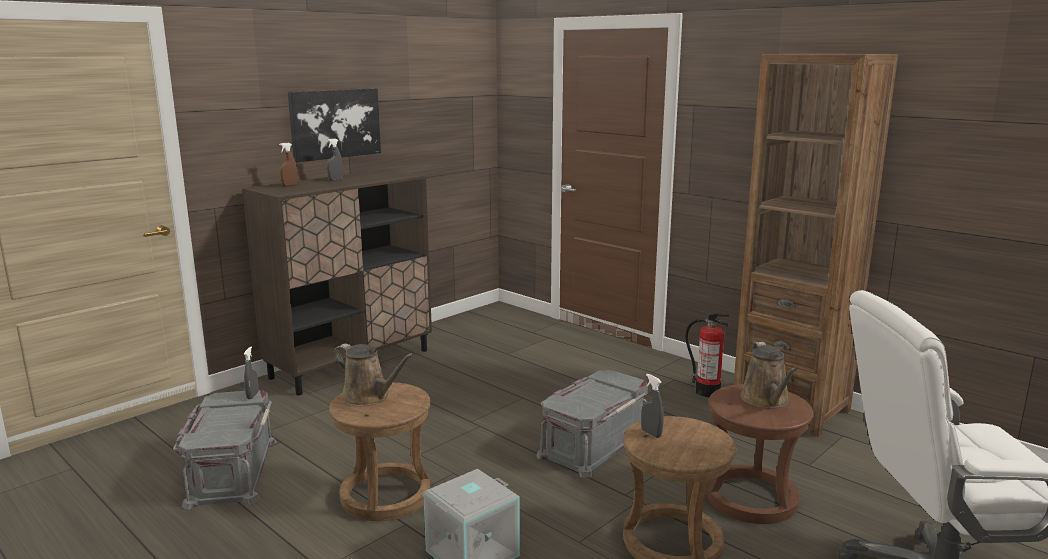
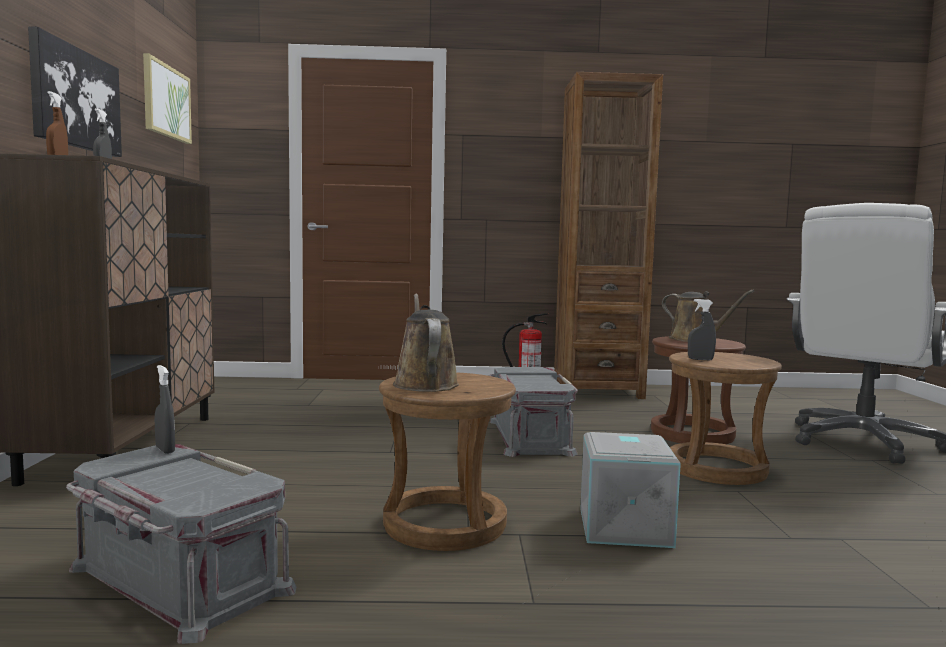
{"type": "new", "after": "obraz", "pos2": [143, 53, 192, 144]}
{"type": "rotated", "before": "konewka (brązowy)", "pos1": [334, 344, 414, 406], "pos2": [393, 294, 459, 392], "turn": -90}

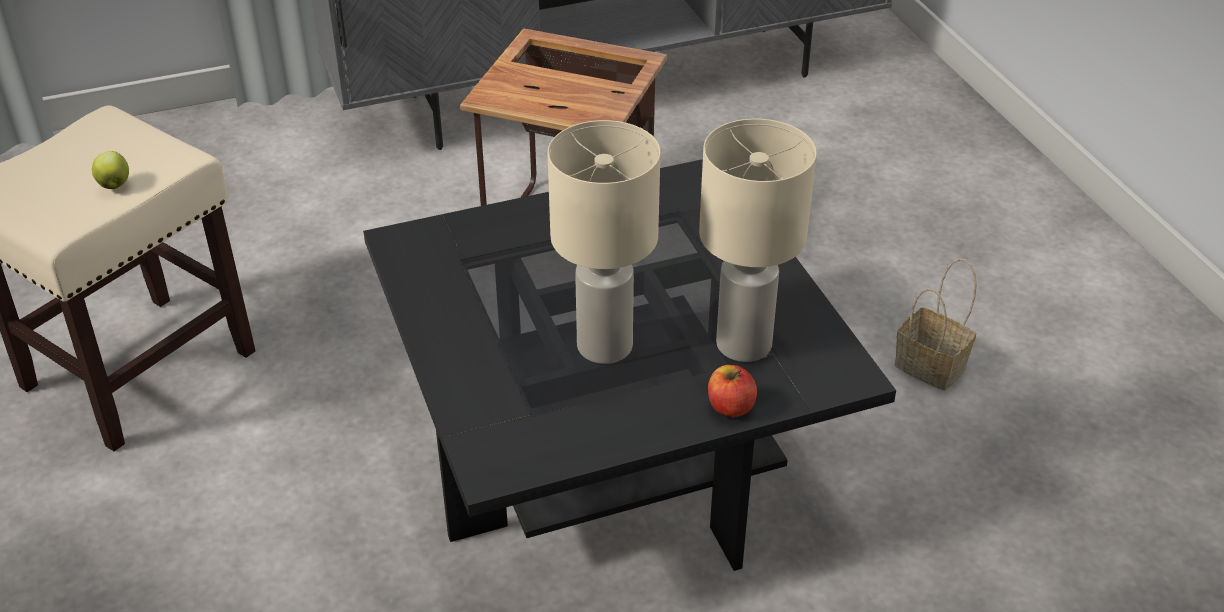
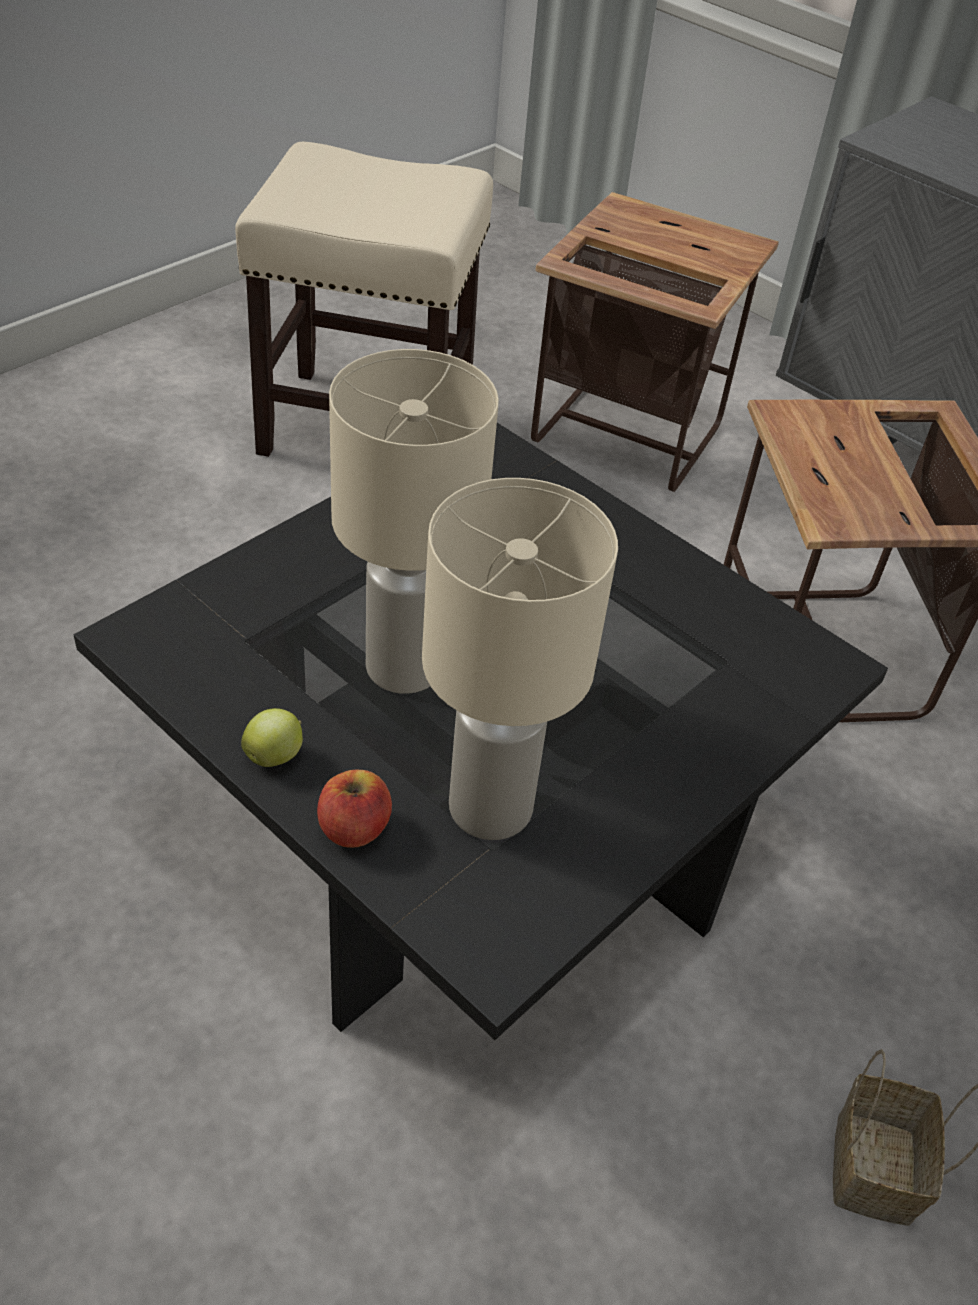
{"type": "shifted", "before": "jabłko", "pos1": [92, 151, 129, 189], "pos2": [241, 708, 303, 767]}
{"type": "new", "after": "stolik", "pos2": [531, 192, 779, 492]}

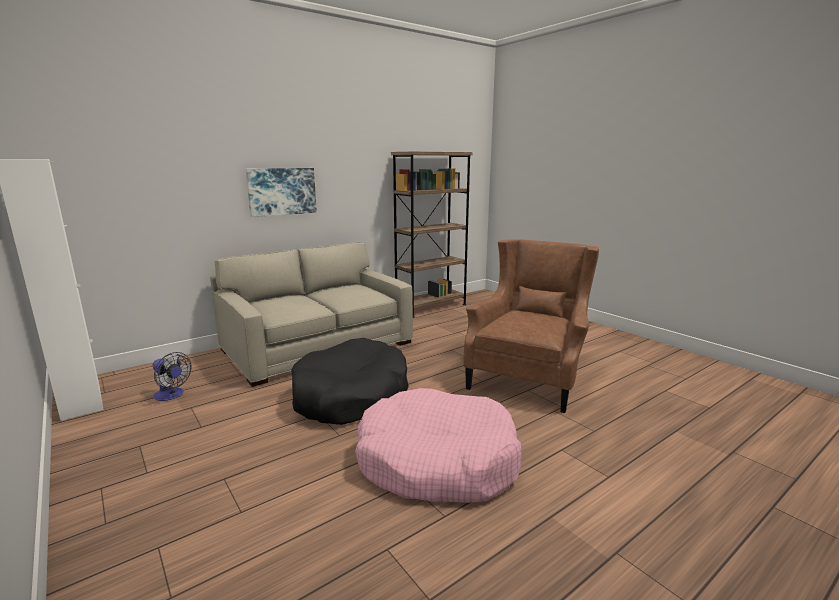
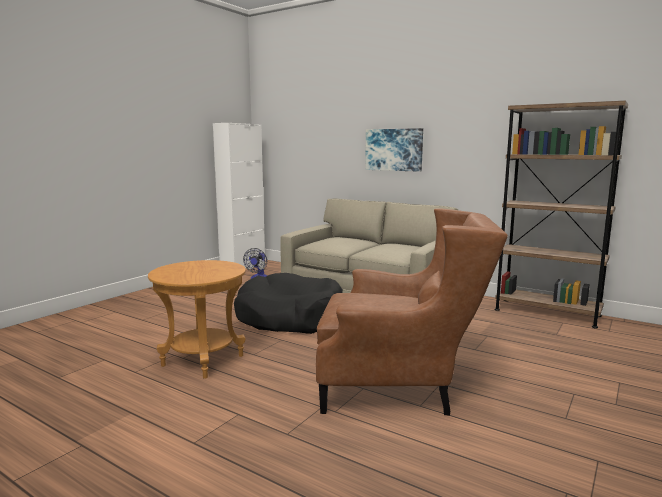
{"type": "swapped", "before": "legowisko (różowy)", "after": "stolik (brązowy)", "pos1": [355, 388, 522, 503], "pos2": [148, 260, 246, 379]}

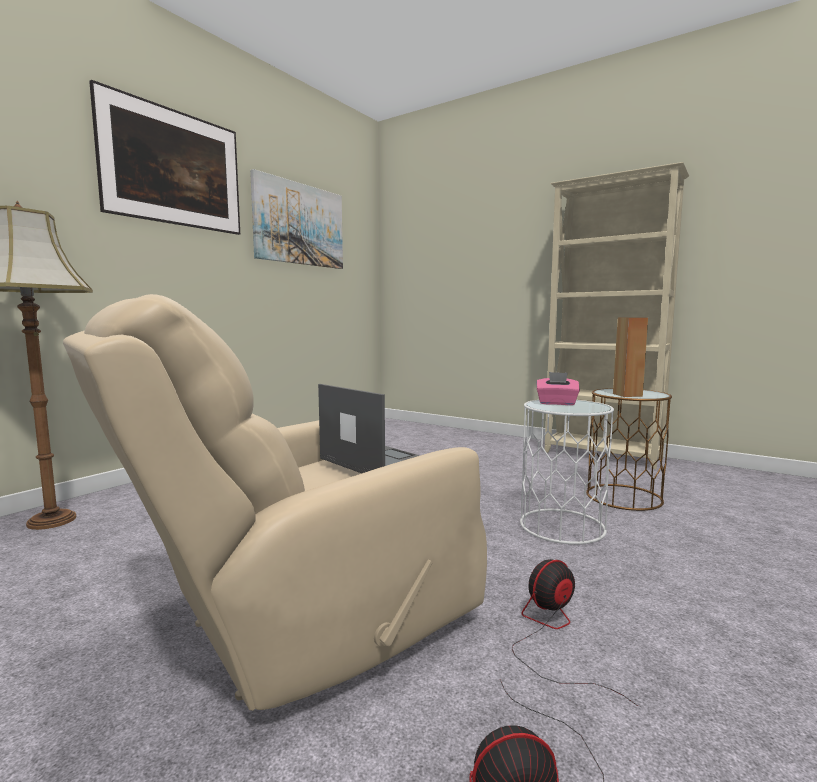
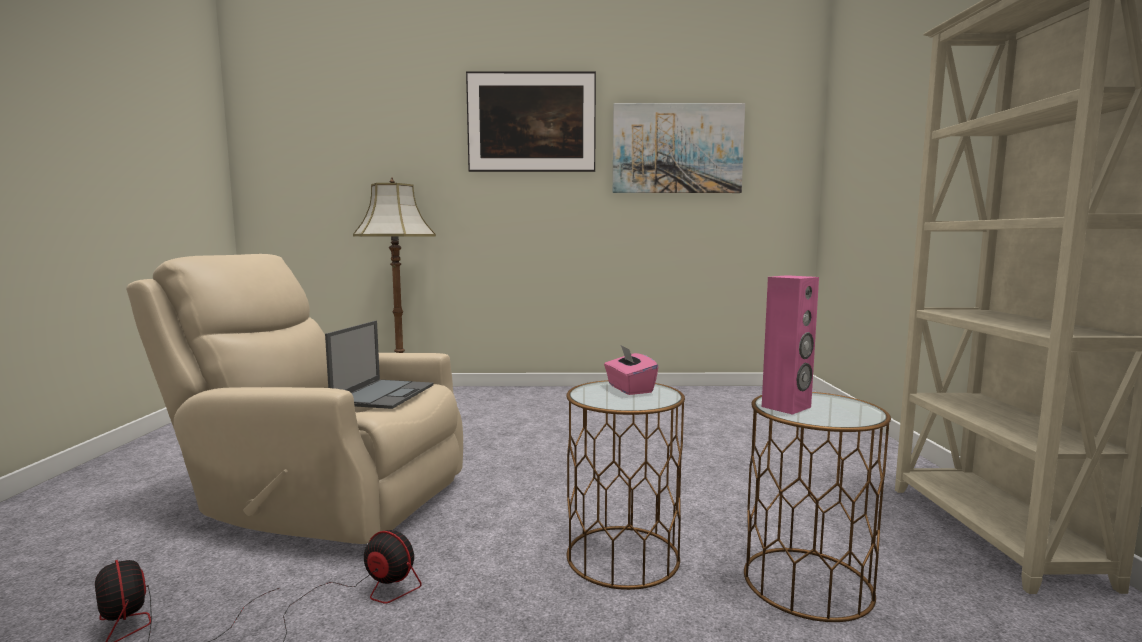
{"type": "repainted", "before": "stolik (biały)", "after": "stolik (brązowy)", "pos1": [520, 400, 614, 544], "pos2": [566, 380, 685, 590]}
{"type": "repainted", "before": "głośnik (brązowy)", "after": "głośnik (różowy)", "pos1": [613, 317, 648, 397], "pos2": [762, 275, 819, 415]}

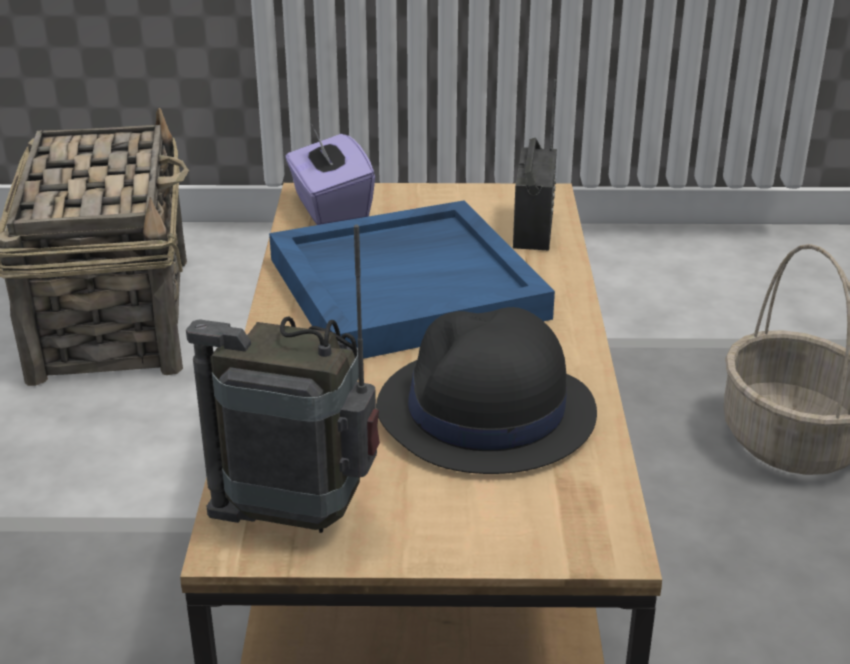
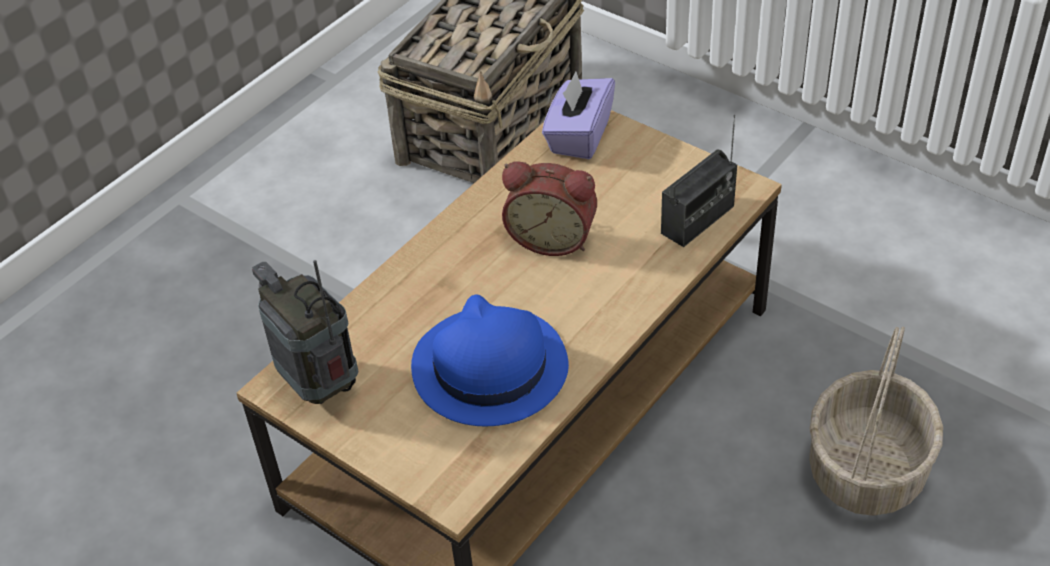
{"type": "repainted", "before": "kapelusz (czarny)", "after": "kapelusz (niebieski)", "pos1": [376, 307, 597, 474], "pos2": [411, 294, 569, 426]}
{"type": "swapped", "before": "taca (niebieski)", "after": "budzik", "pos1": [269, 200, 555, 359], "pos2": [502, 161, 597, 256]}

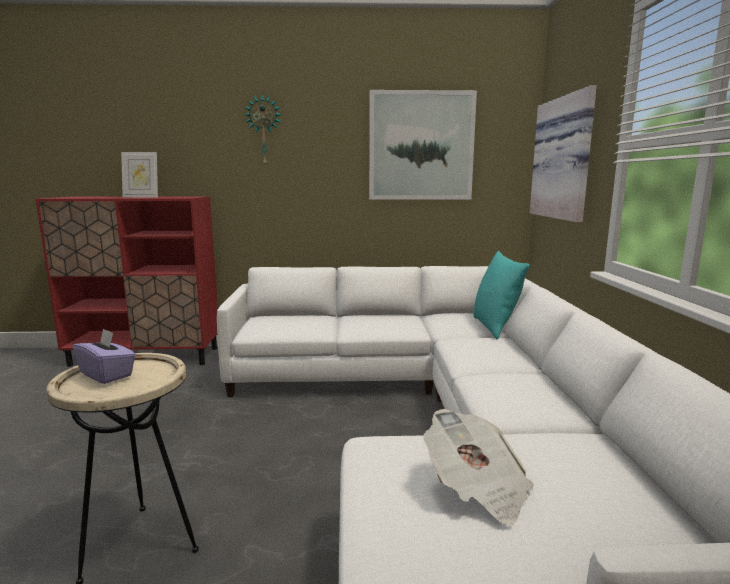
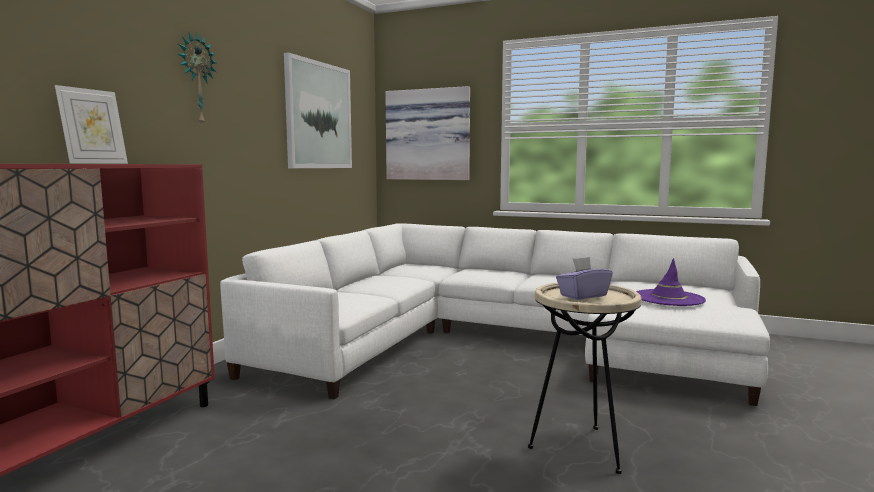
{"type": "swapped", "before": "gazeta", "after": "kapelusz (fioletowy)", "pos1": [423, 409, 534, 525], "pos2": [636, 258, 706, 306]}
{"type": "gone", "before": "poduszka (turkusowy)", "pos1": [474, 251, 530, 340]}

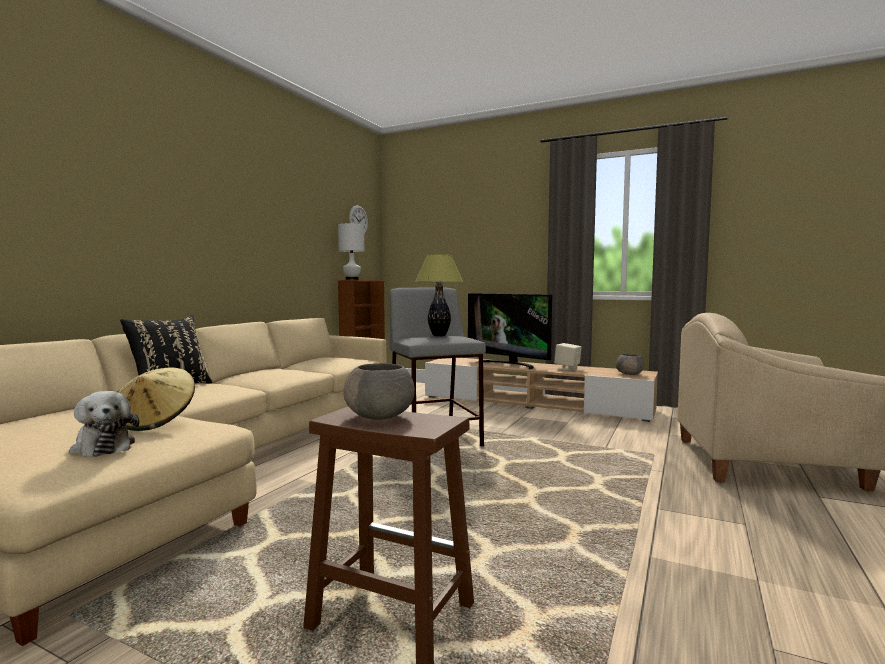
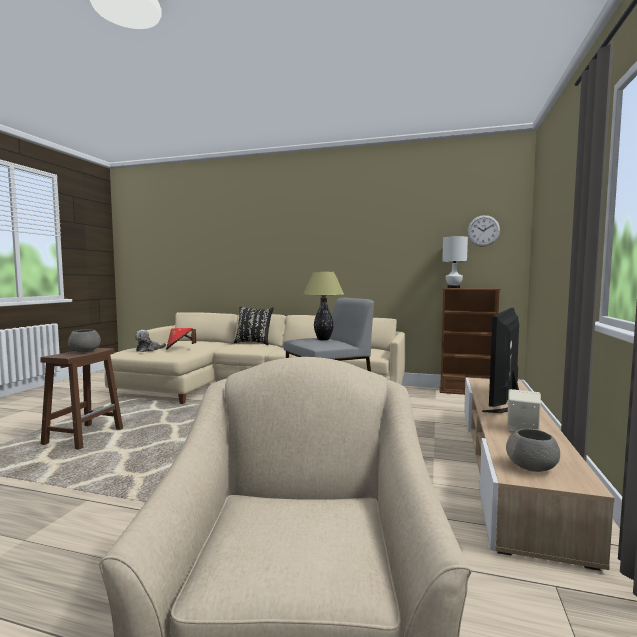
{"type": "repainted", "before": "kapelusz (beżowy)", "after": "kapelusz (czerwony)", "pos1": [117, 367, 195, 431], "pos2": [166, 328, 196, 350]}

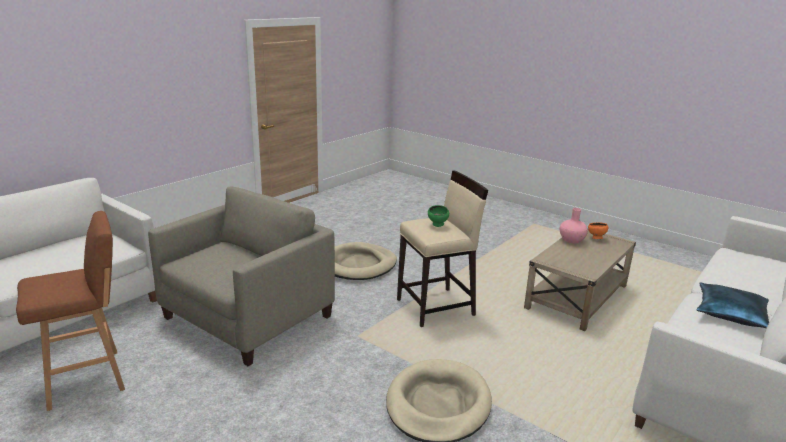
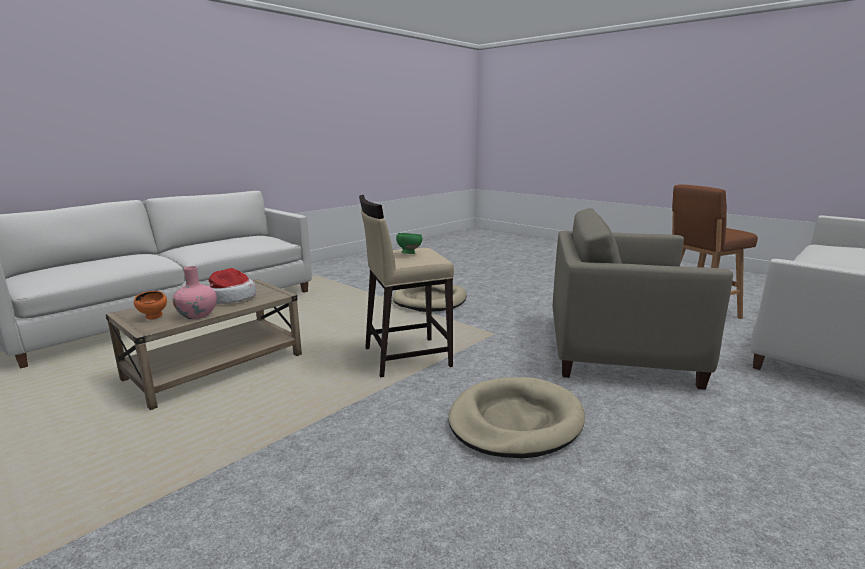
{"type": "new", "after": "kapelusz", "pos2": [207, 268, 256, 304]}
{"type": "rotated", "before": "fotel (beżowy)", "pos1": [148, 187, 335, 366], "pos2": [553, 208, 733, 390], "turn": 60}
{"type": "gone", "before": "poduszka (niebieski)", "pos1": [697, 282, 769, 328]}

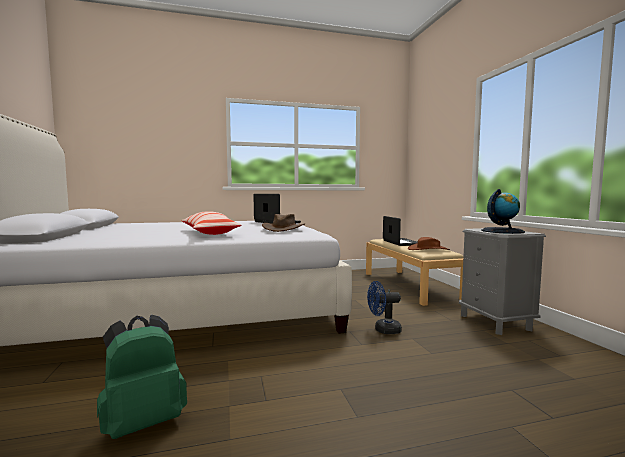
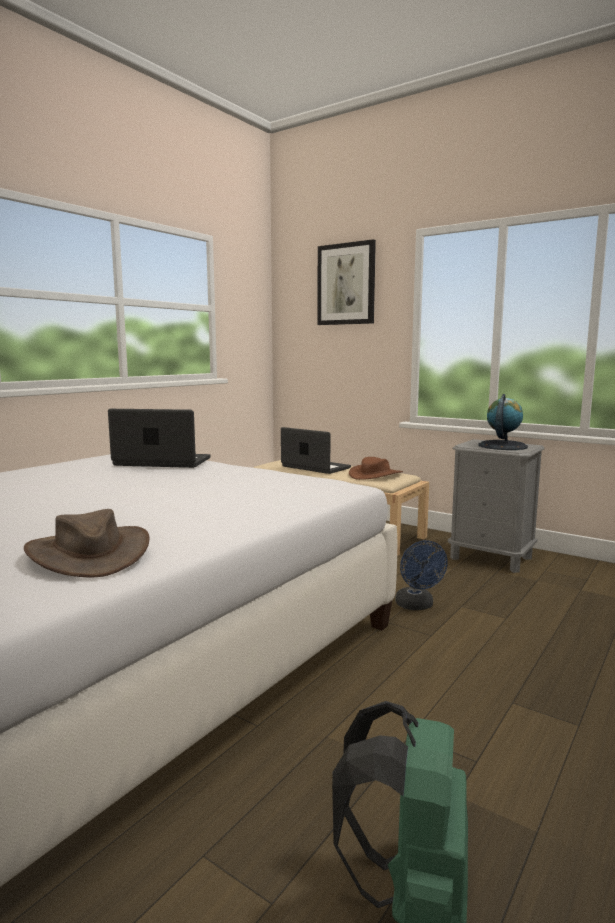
{"type": "shifted", "before": "kapelusz (brązowy)", "pos1": [262, 214, 305, 232], "pos2": [24, 509, 149, 577]}
{"type": "new", "after": "obraz", "pos2": [317, 239, 376, 325]}
{"type": "rotated", "before": "wentylator (niebieski)", "pos1": [367, 281, 402, 334], "pos2": [396, 540, 448, 610], "turn": -60}
{"type": "gone", "before": "poduszka", "pos1": [182, 211, 242, 235]}

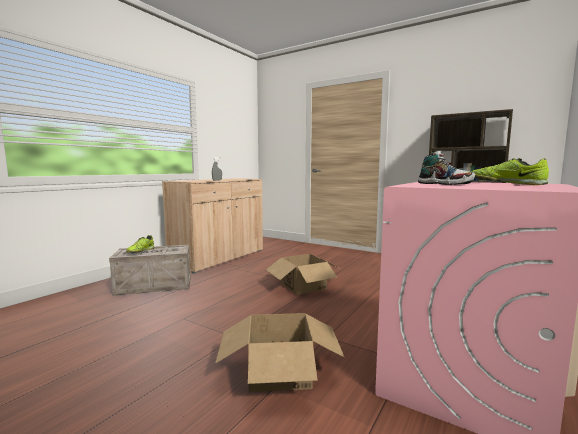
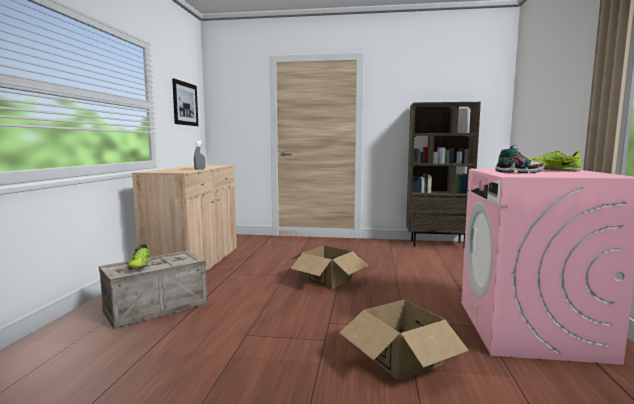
{"type": "new", "after": "obraz", "pos2": [172, 78, 198, 126]}

